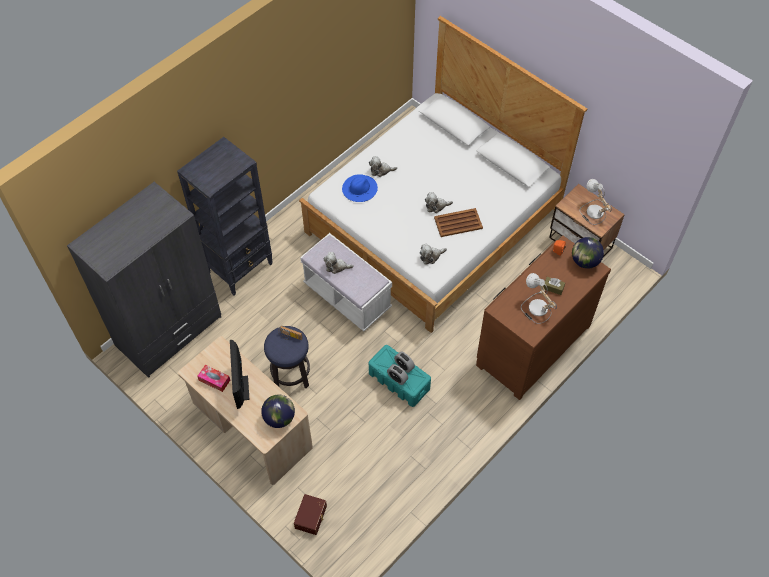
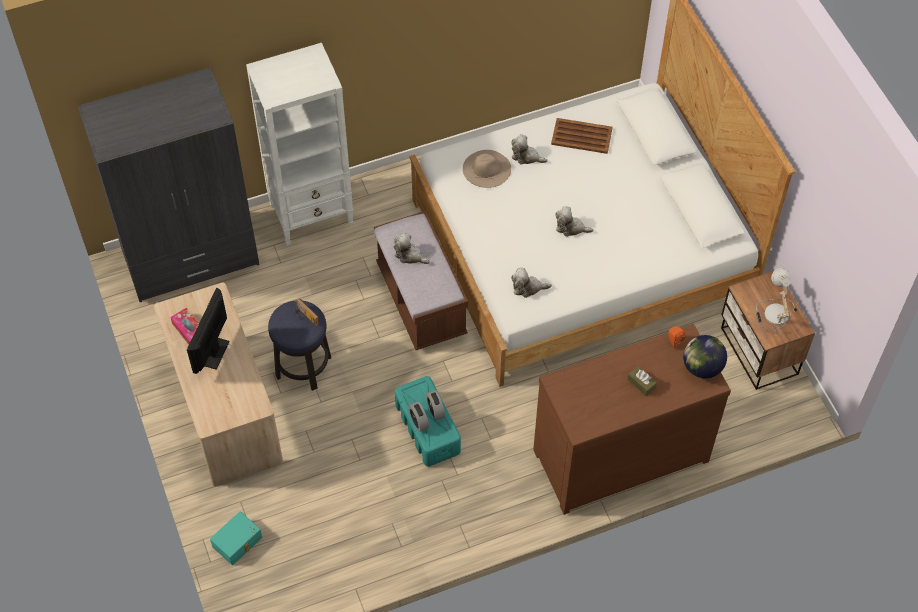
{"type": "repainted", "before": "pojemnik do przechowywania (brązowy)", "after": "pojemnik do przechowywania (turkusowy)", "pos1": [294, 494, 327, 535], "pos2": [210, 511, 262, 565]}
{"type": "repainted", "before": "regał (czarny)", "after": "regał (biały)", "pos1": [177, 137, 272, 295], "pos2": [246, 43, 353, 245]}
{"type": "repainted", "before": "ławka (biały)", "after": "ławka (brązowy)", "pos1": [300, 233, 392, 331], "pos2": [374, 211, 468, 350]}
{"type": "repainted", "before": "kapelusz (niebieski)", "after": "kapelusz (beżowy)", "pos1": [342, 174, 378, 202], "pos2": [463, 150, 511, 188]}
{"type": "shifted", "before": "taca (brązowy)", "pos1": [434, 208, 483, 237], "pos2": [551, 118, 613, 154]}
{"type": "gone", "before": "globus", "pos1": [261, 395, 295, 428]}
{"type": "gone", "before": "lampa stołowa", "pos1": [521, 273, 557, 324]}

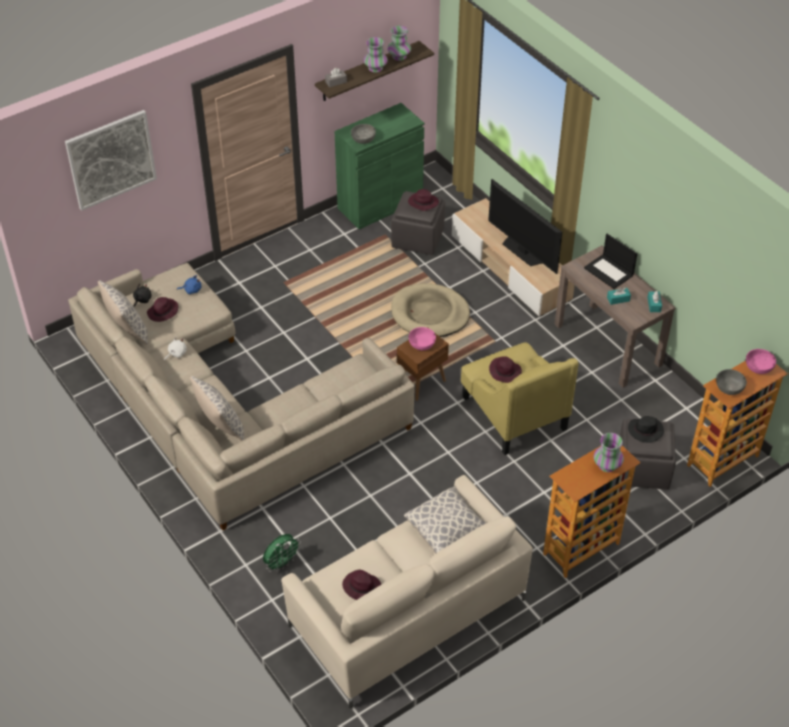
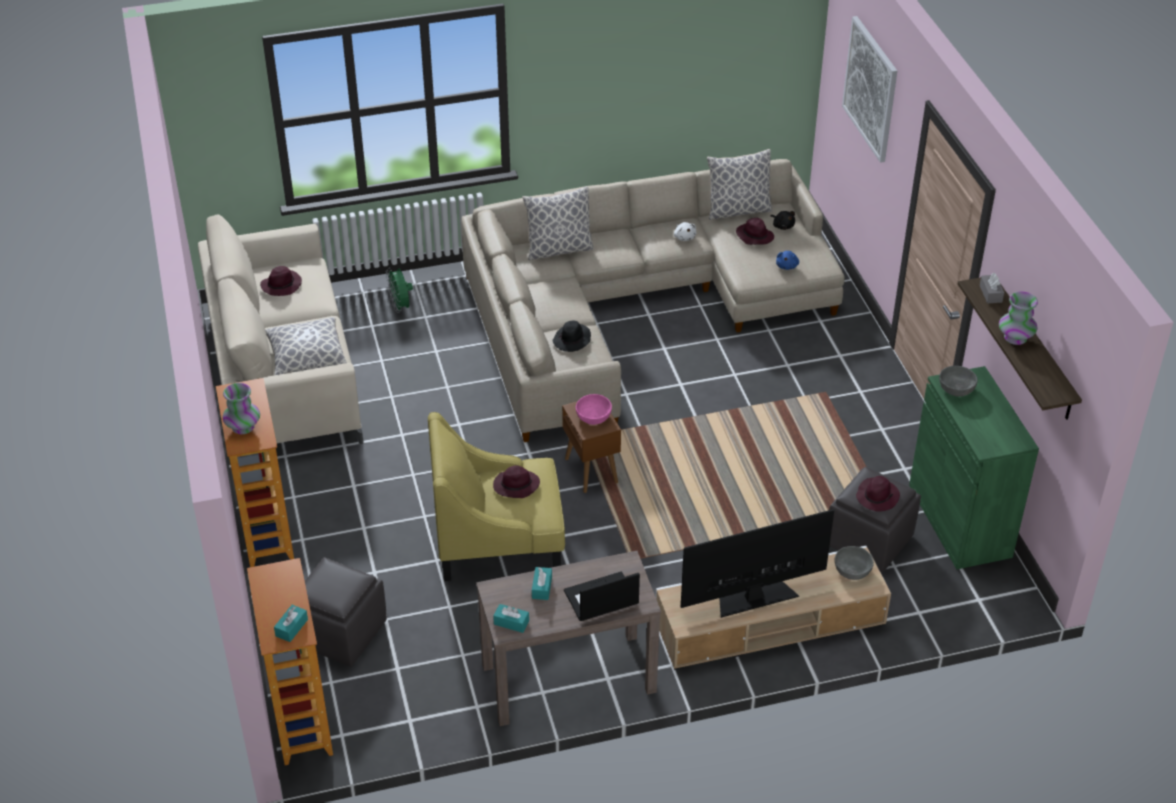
{"type": "swapped", "before": "miska (różowy)", "after": "pudełko chusteczek (turkusowy)", "pos1": [746, 349, 776, 374], "pos2": [274, 605, 308, 642]}
{"type": "shifted", "before": "kapelusz (czarny)", "pos1": [628, 416, 664, 443], "pos2": [552, 321, 591, 352]}
{"type": "shifted", "before": "miska (szary)", "pos1": [716, 369, 747, 395], "pos2": [835, 546, 874, 580]}
{"type": "gone", "before": "wazon", "pos1": [387, 26, 411, 61]}
{"type": "gone", "before": "legowisko (beżowy)", "pos1": [391, 283, 470, 337]}

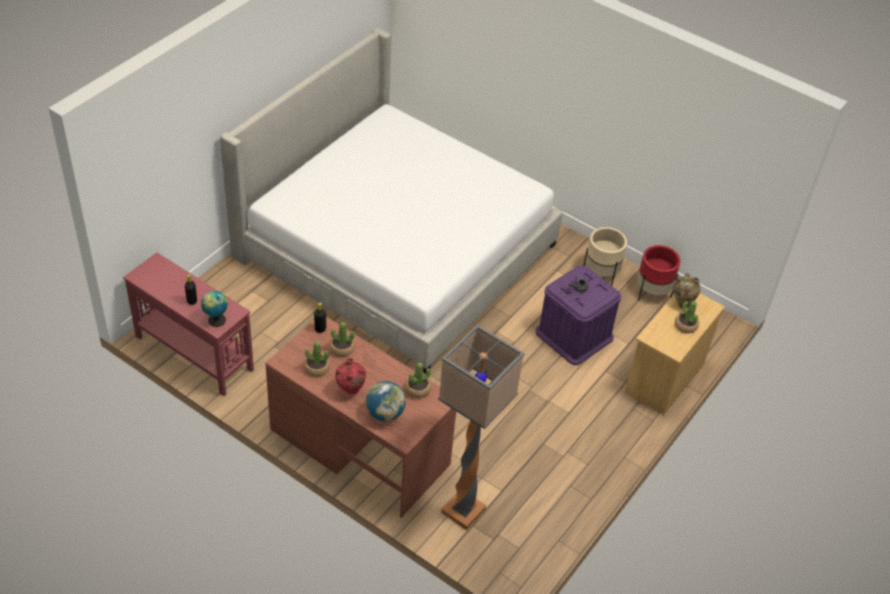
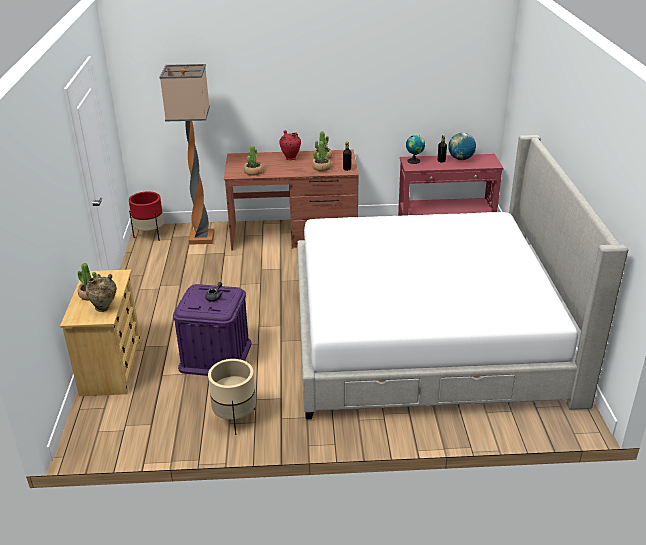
{"type": "shifted", "before": "donica (czerwony)", "pos1": [637, 245, 681, 301], "pos2": [129, 191, 164, 241]}
{"type": "shifted", "before": "globus", "pos1": [366, 381, 406, 421], "pos2": [448, 132, 476, 160]}

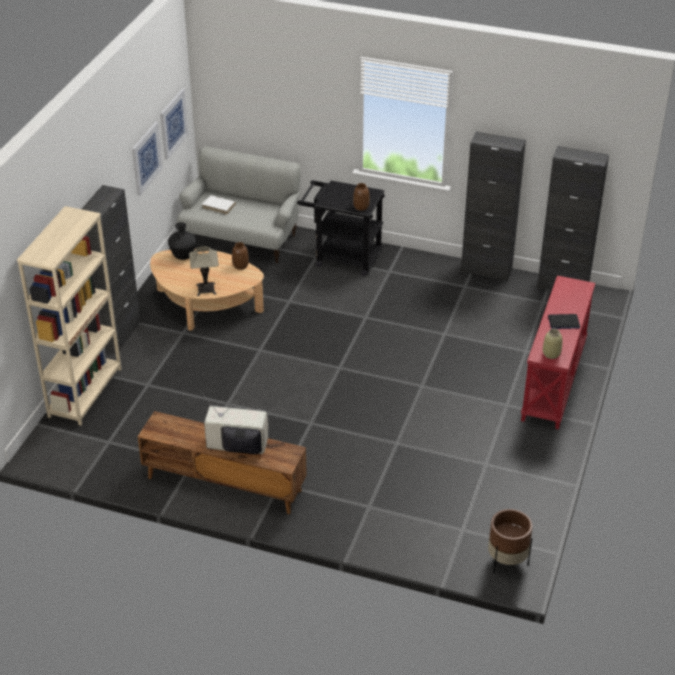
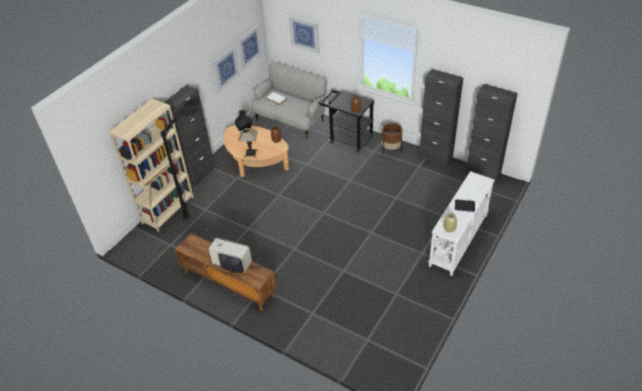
{"type": "new", "after": "lampa stojąca (czarny)", "pos2": [161, 105, 197, 220]}
{"type": "new", "after": "obraz", "pos2": [289, 16, 319, 53]}
{"type": "shifted", "before": "donica (brązowy)", "pos1": [488, 509, 533, 573], "pos2": [382, 123, 402, 154]}
{"type": "repainted", "before": "stolik konsolowy (czerwony)", "after": "stolik konsolowy (biały)", "pos1": [521, 276, 595, 430], "pos2": [429, 171, 494, 276]}

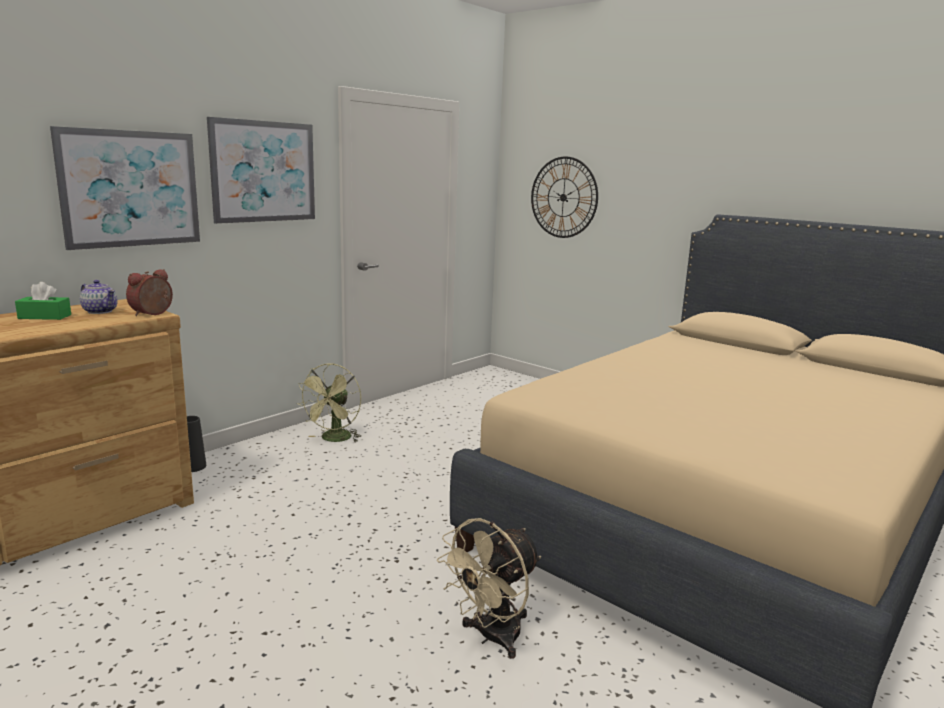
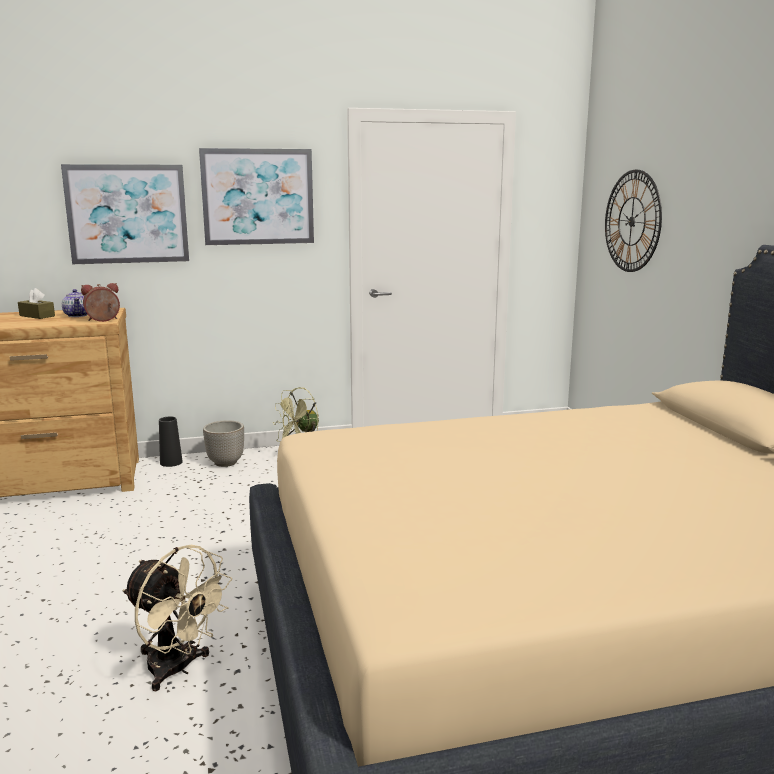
{"type": "repainted", "before": "pudełko chusteczek (zielony)", "after": "pudełko chusteczek (brązowy)", "pos1": [15, 282, 71, 320], "pos2": [18, 288, 55, 319]}
{"type": "rotated", "before": "wentylator (beżowy)", "pos1": [437, 518, 541, 659], "pos2": [123, 545, 232, 691], "turn": -135}
{"type": "new", "after": "donica", "pos2": [203, 420, 244, 467]}

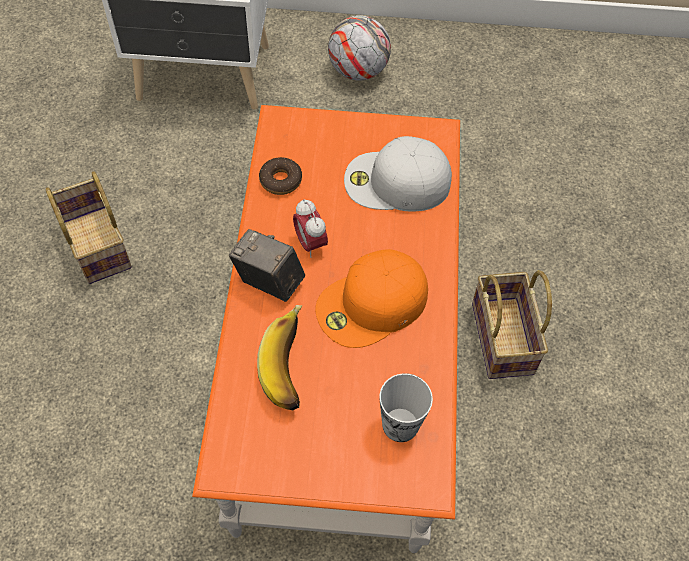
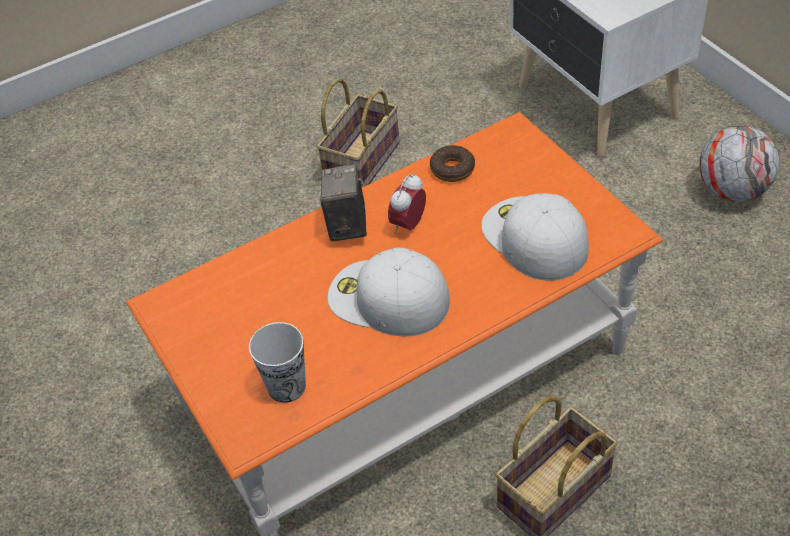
{"type": "repainted", "before": "czapka z daszkiem (pomarańczowy)", "after": "czapka z daszkiem (biały)", "pos1": [315, 249, 428, 348], "pos2": [327, 247, 450, 337]}
{"type": "gone", "before": "banan", "pos1": [257, 305, 303, 410]}

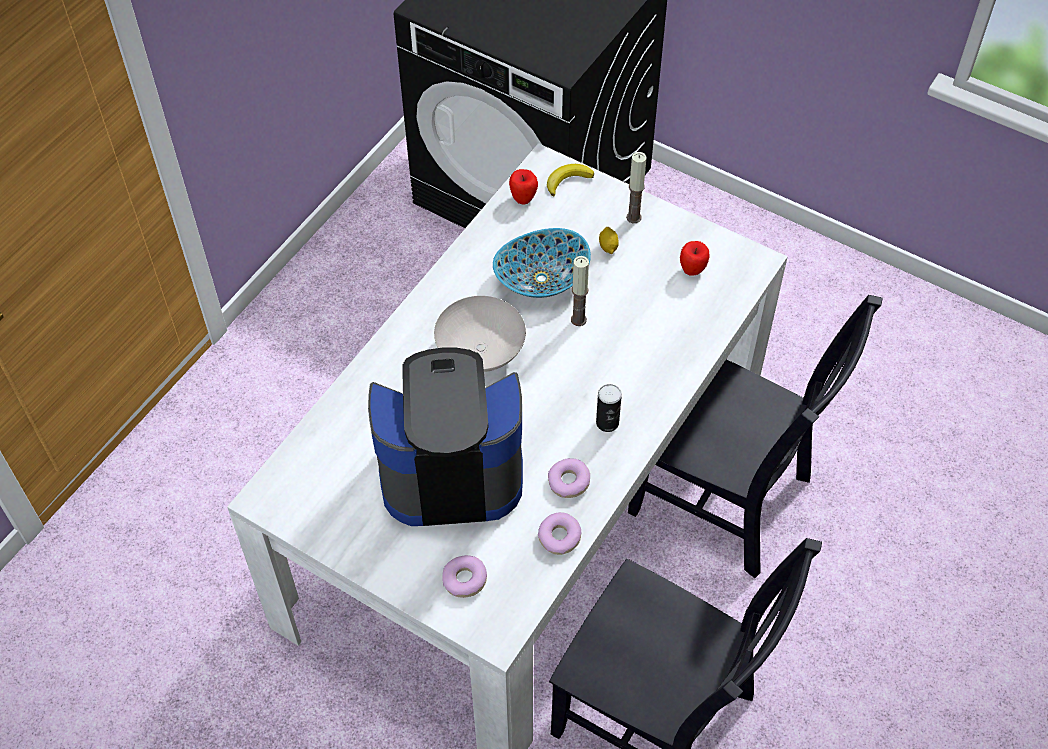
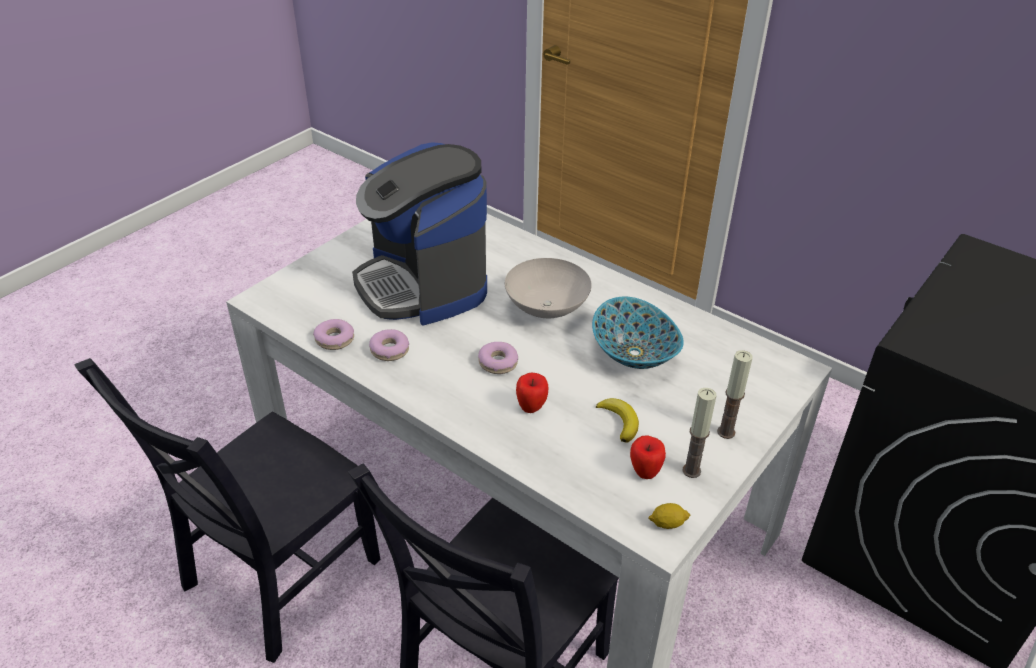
{"type": "rotated", "before": "ekspres do kawy", "pos1": [368, 348, 523, 526], "pos2": [352, 142, 487, 325], "turn": 150}
{"type": "shifted", "before": "donut", "pos1": [442, 555, 487, 598], "pos2": [478, 342, 518, 374]}
{"type": "shifted", "before": "jabłko", "pos1": [509, 169, 538, 205], "pos2": [516, 372, 549, 413]}
{"type": "shifted", "before": "banan", "pos1": [547, 164, 594, 196], "pos2": [596, 398, 639, 442]}
{"type": "shifted", "before": "cytryna", "pos1": [599, 227, 619, 254], "pos2": [648, 503, 690, 529]}
{"type": "shifted", "before": "świeca", "pos1": [571, 256, 589, 326], "pos2": [683, 388, 717, 478]}
{"type": "gone", "before": "puszka", "pos1": [596, 384, 622, 432]}

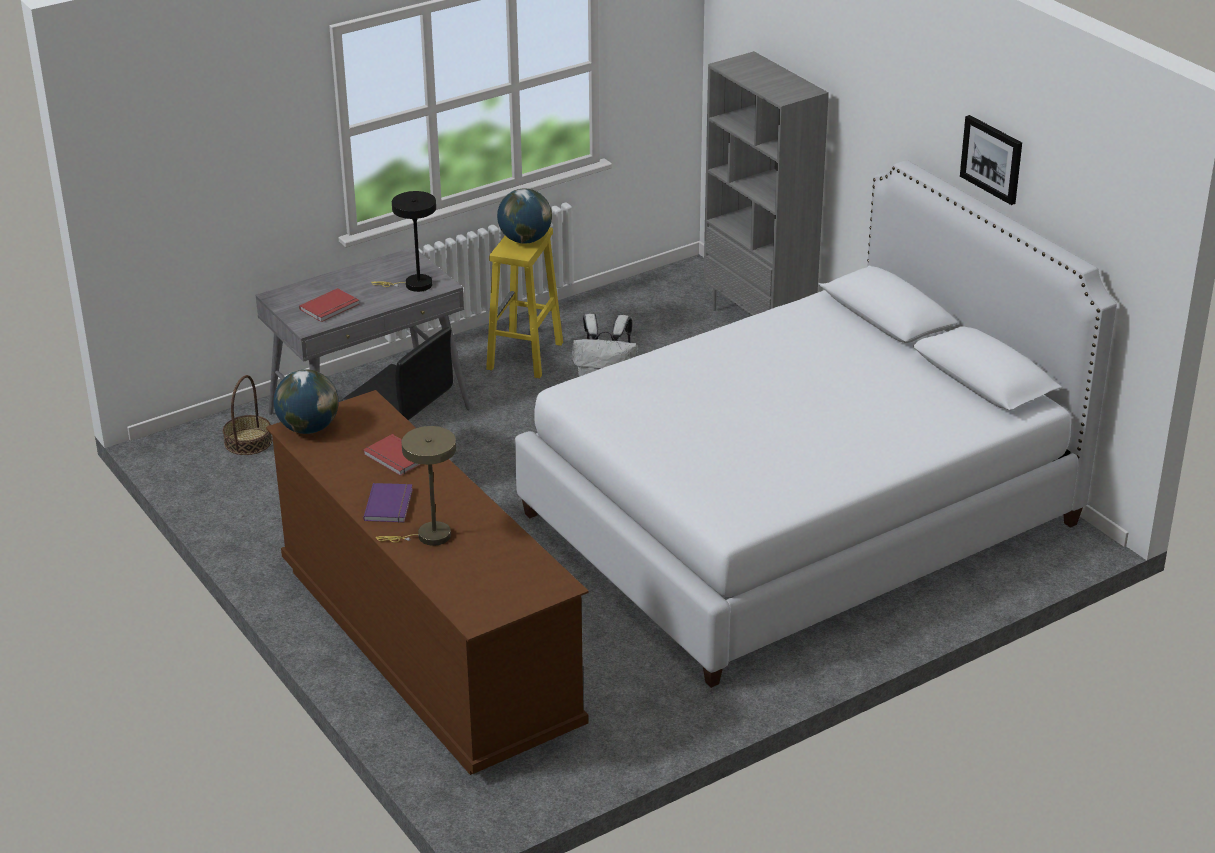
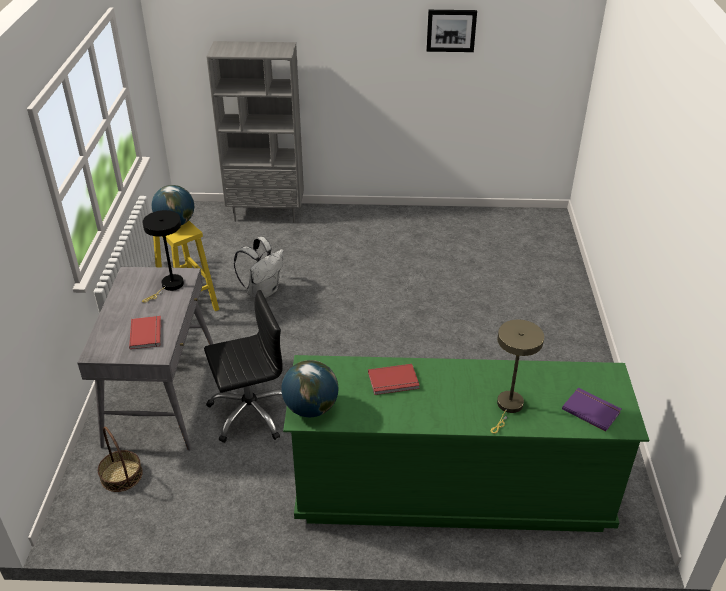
{"type": "repainted", "before": "komoda (brązowy)", "after": "komoda (zielony)", "pos1": [266, 390, 589, 775], "pos2": [283, 355, 649, 532]}
{"type": "shifted", "before": "książka (fioletowy)", "pos1": [363, 483, 413, 523], "pos2": [562, 388, 621, 432]}
{"type": "gone", "before": "łóżko (biały)", "pos1": [515, 160, 1117, 688]}

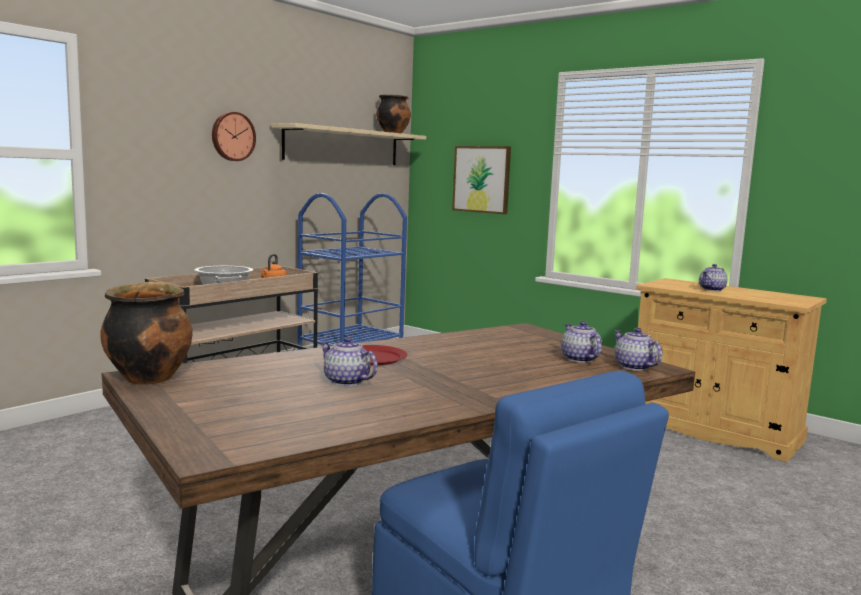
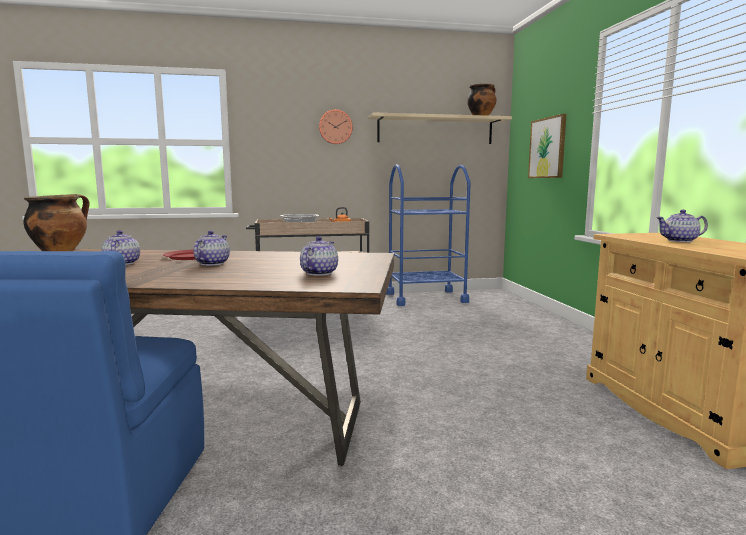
{"type": "shifted", "before": "imbryk", "pos1": [614, 328, 663, 371], "pos2": [193, 230, 230, 265]}

